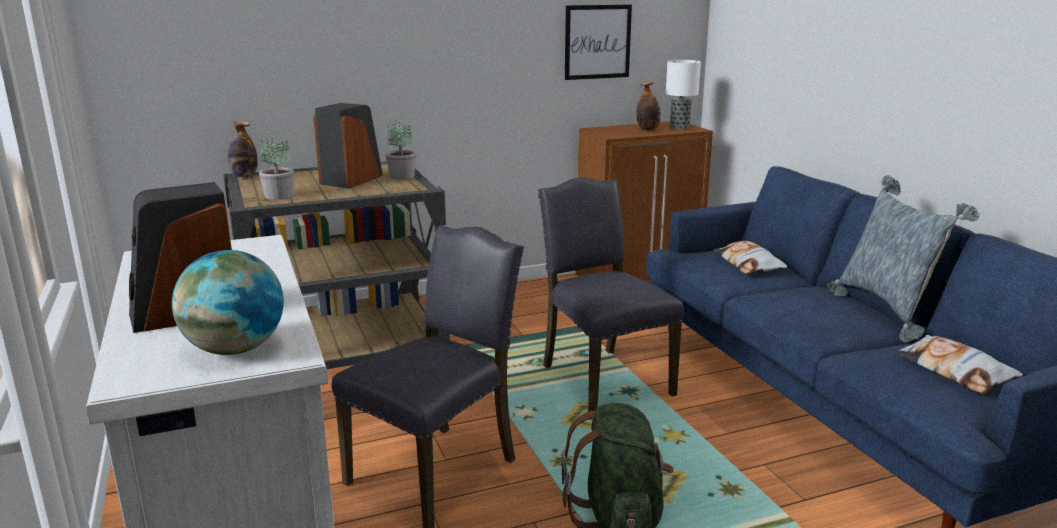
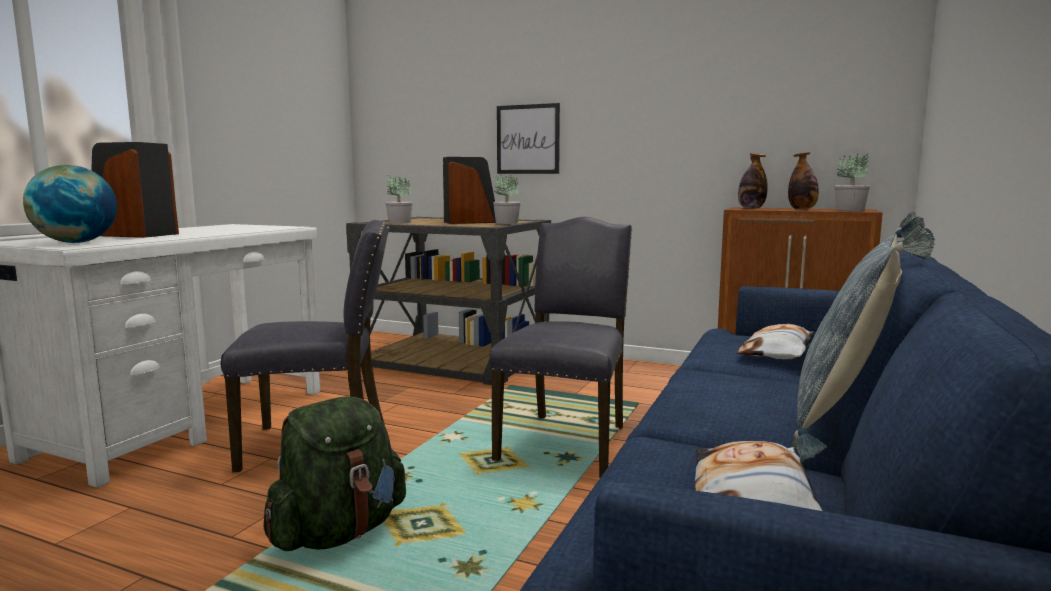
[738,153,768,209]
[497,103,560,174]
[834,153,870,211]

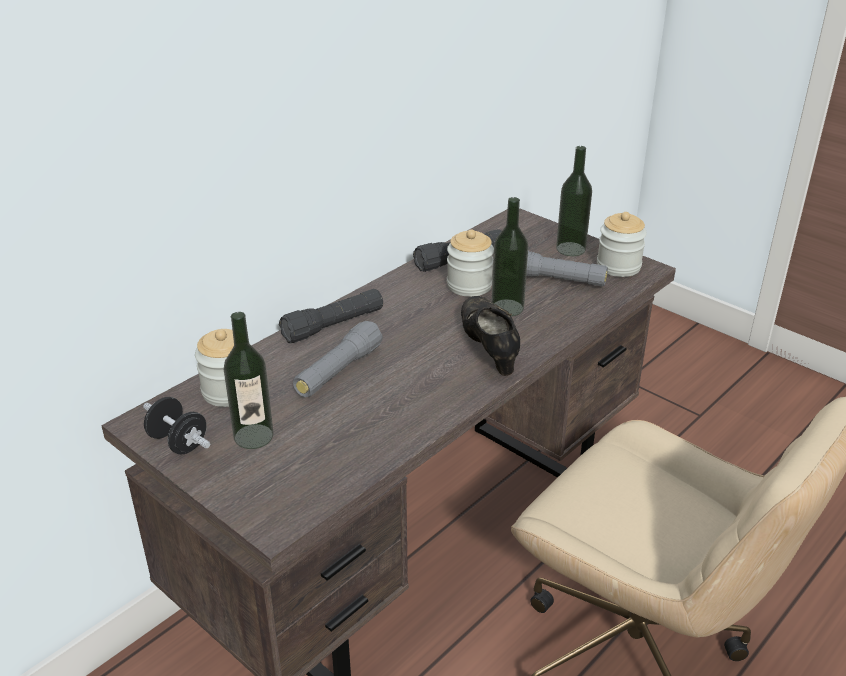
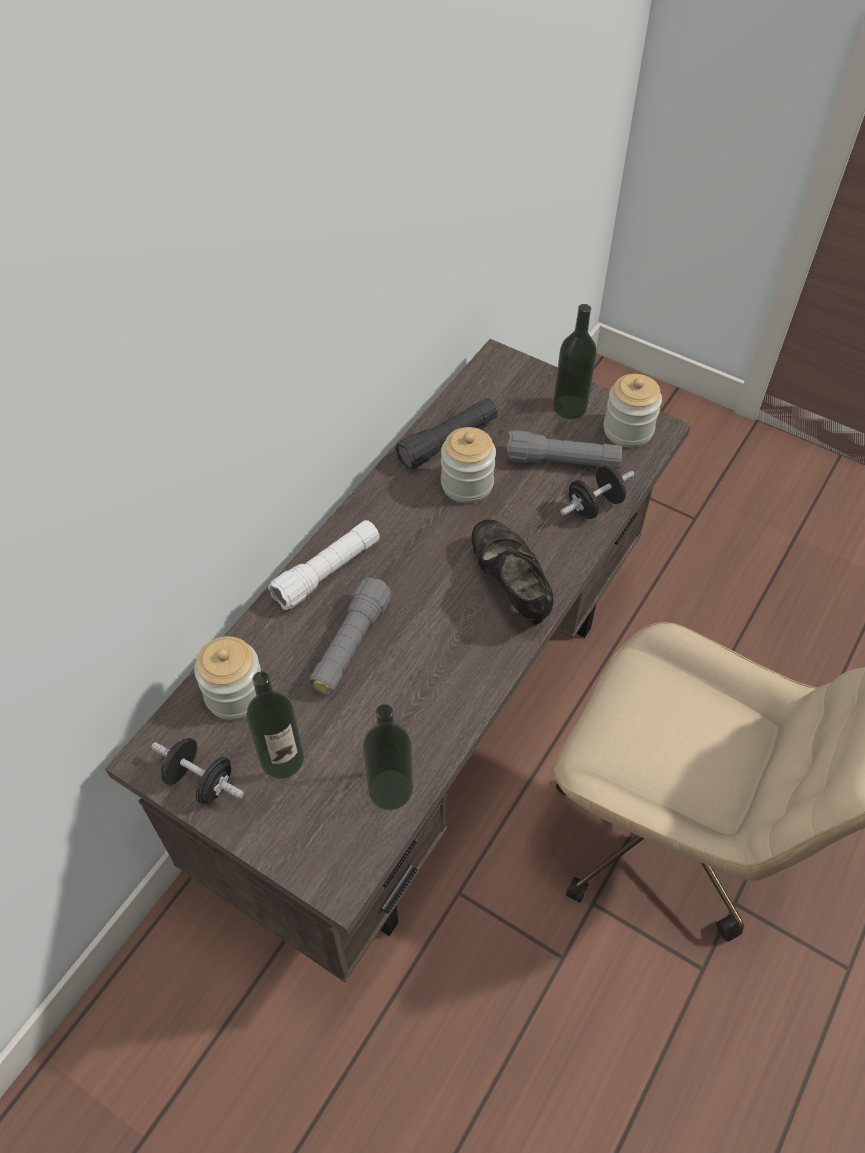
[560,465,635,519]
[363,704,413,810]
[268,520,380,610]

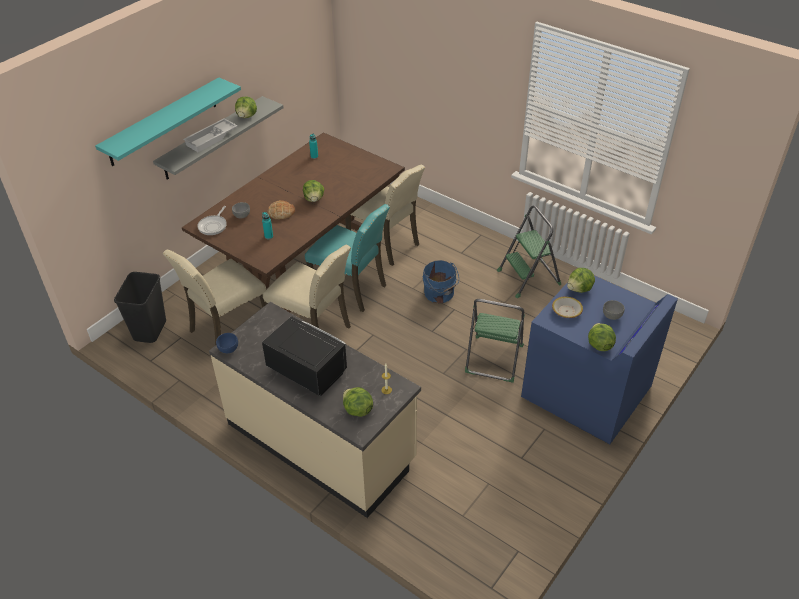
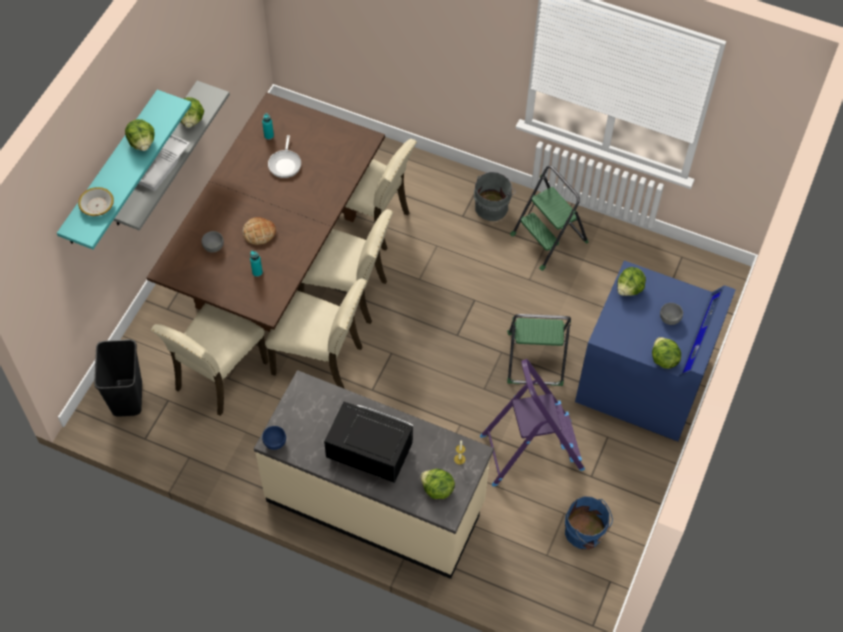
[474,172,515,221]
[480,359,585,486]
[268,135,301,178]
[125,119,155,151]
[565,496,613,550]
[78,187,114,216]
[297,209,393,324]

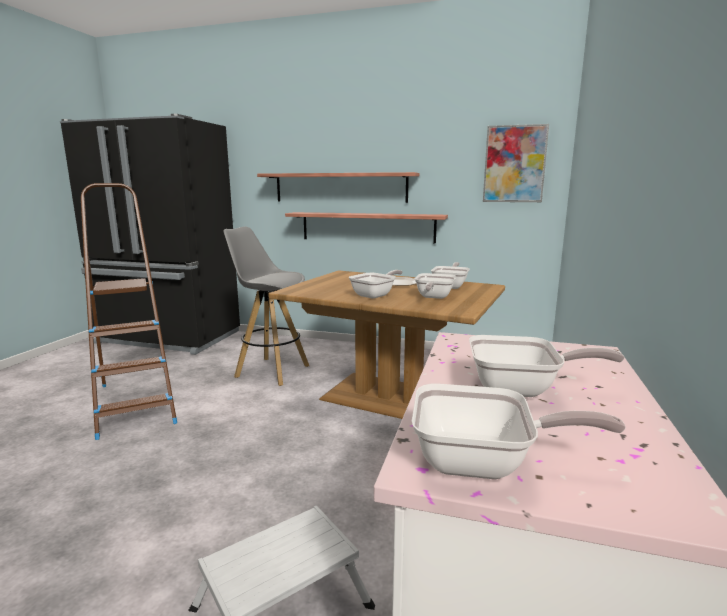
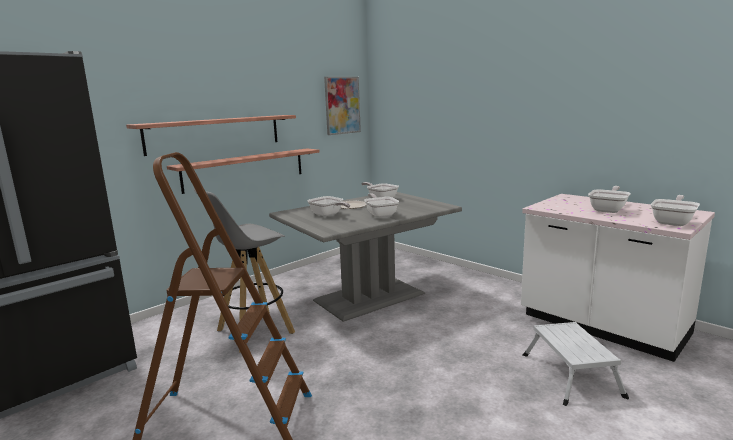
[307,196,350,216]
[269,192,462,322]

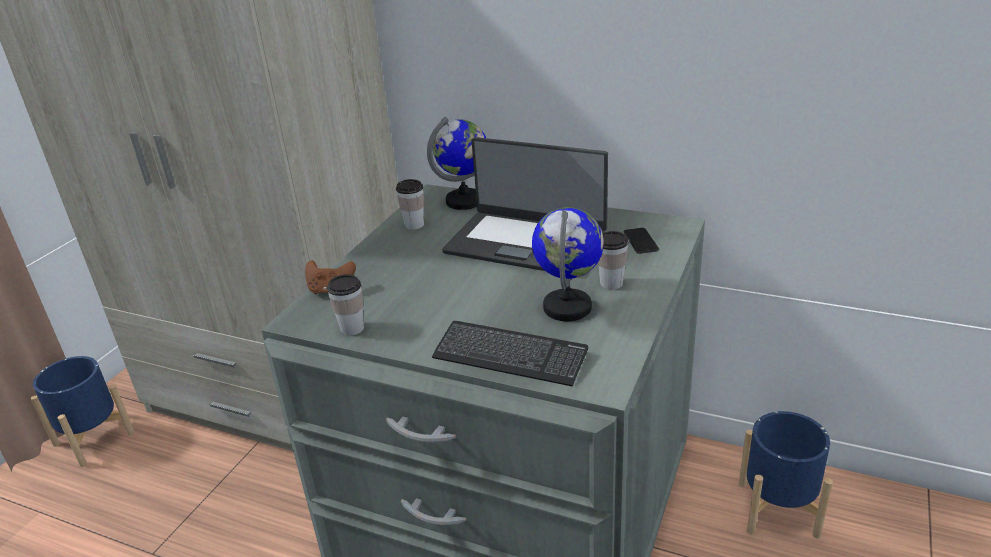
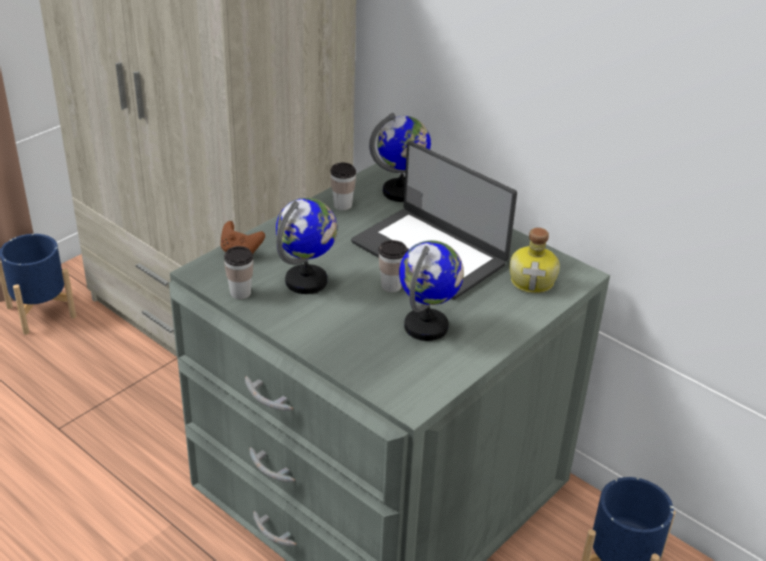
[432,321,588,387] (first image)
[276,198,337,294]
[378,240,408,292]
[509,228,560,293]

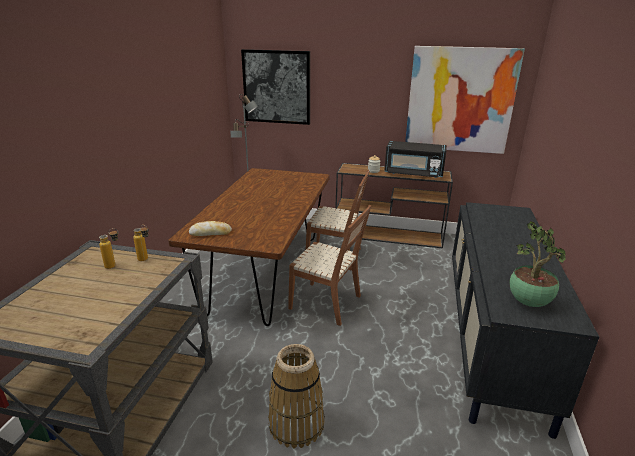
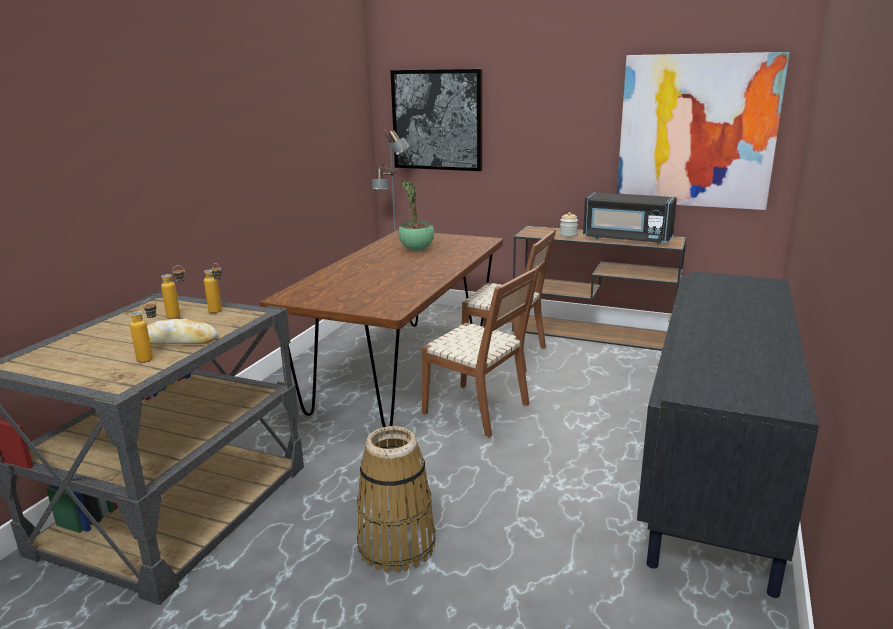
[130,299,157,363]
[147,319,217,344]
[398,180,434,251]

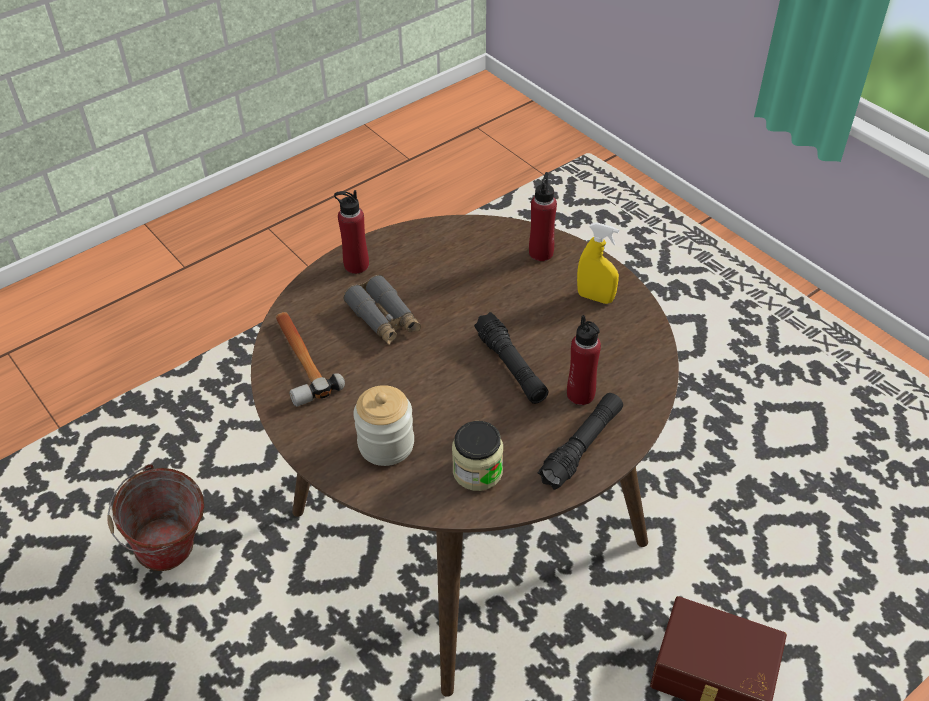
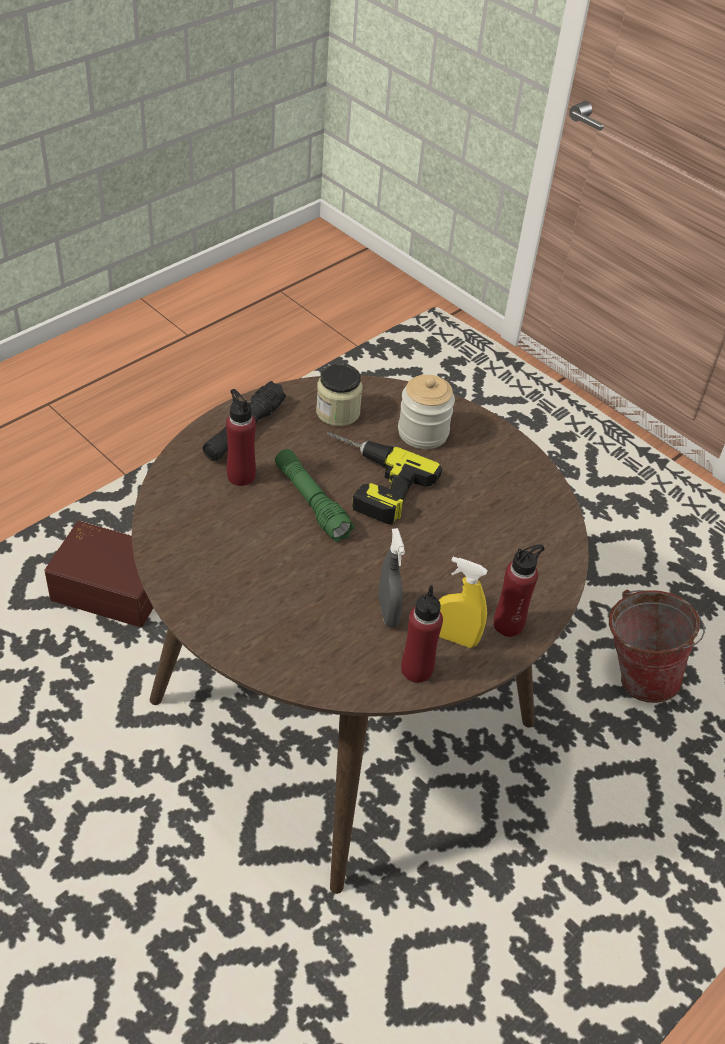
[275,312,345,407] (first image)
[343,275,421,345] (first image)
[327,432,442,525]
[378,528,405,628]
[401,585,443,683]
[439,557,488,648]
[275,449,355,542]

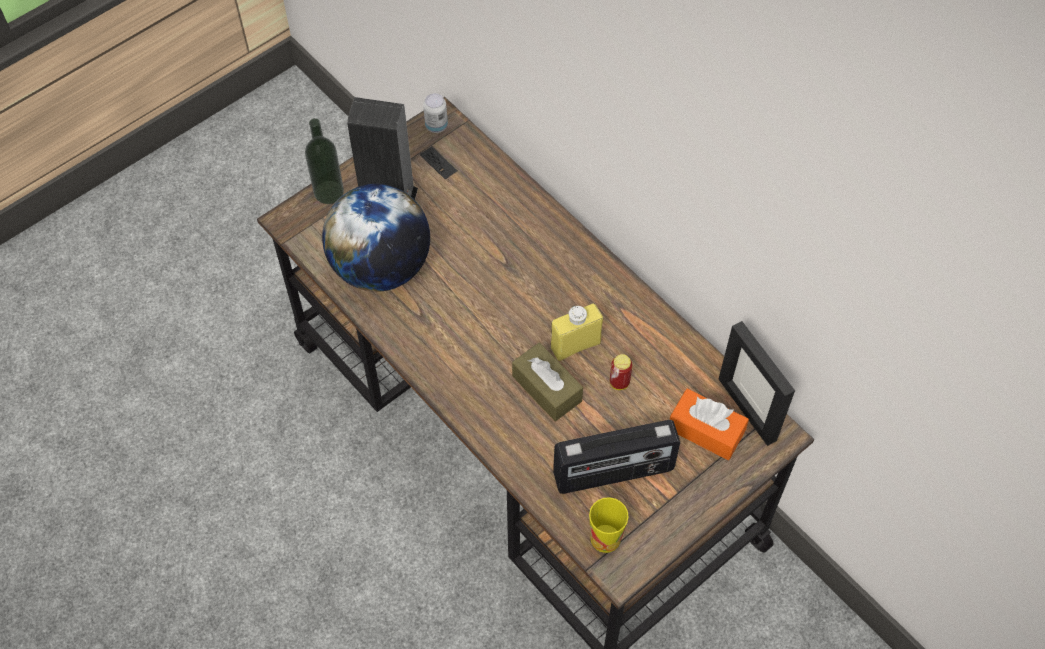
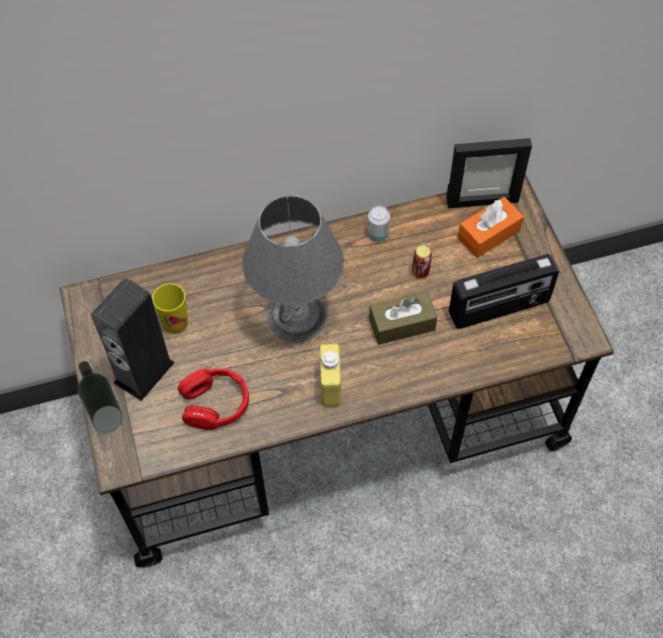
[242,195,344,343]
[367,206,390,242]
[320,344,341,407]
[152,283,188,334]
[177,369,249,430]
[449,254,559,329]

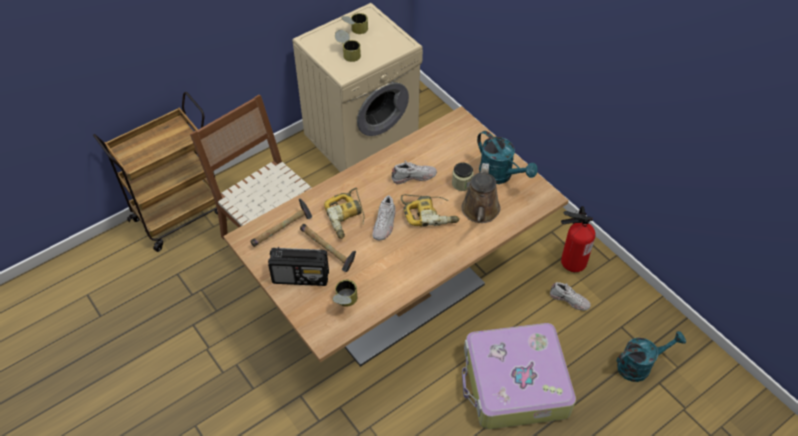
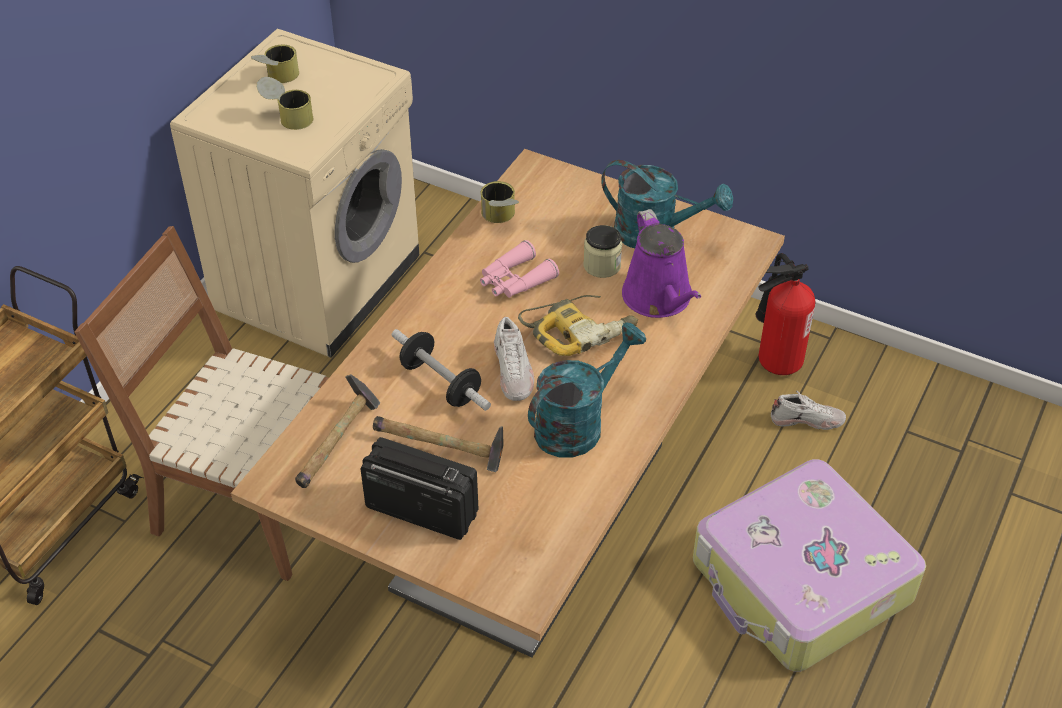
[481,181,519,223]
[528,322,646,458]
[392,329,491,411]
[480,240,559,298]
[622,209,701,318]
[360,437,478,540]

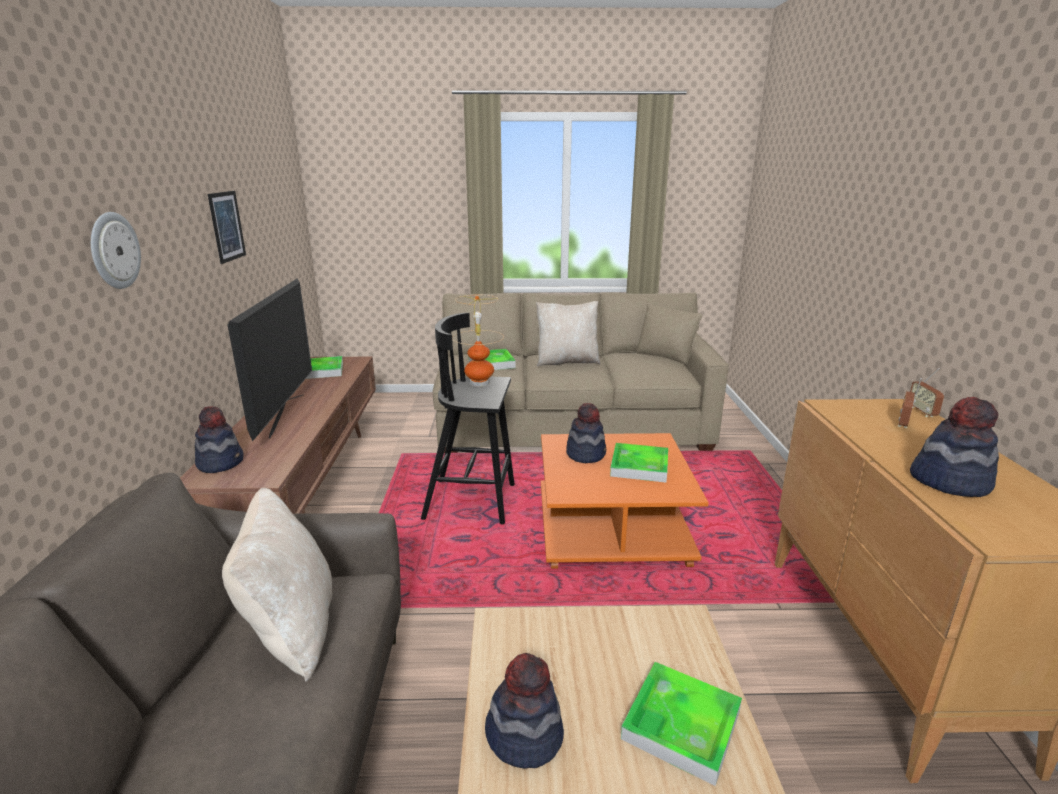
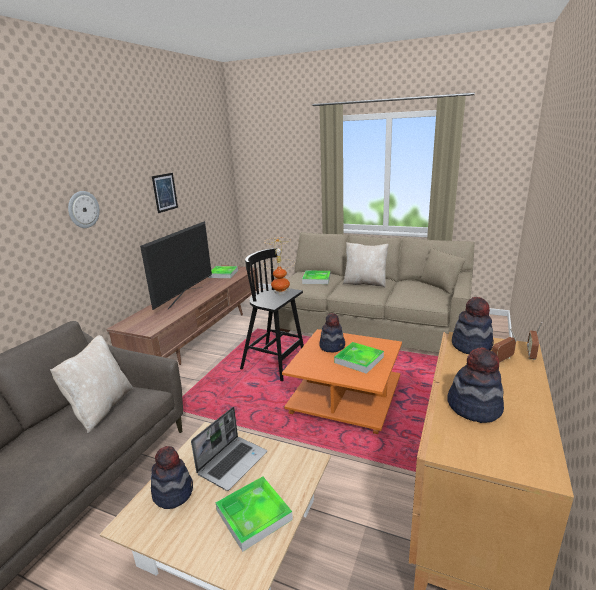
[191,407,267,491]
[452,297,494,354]

